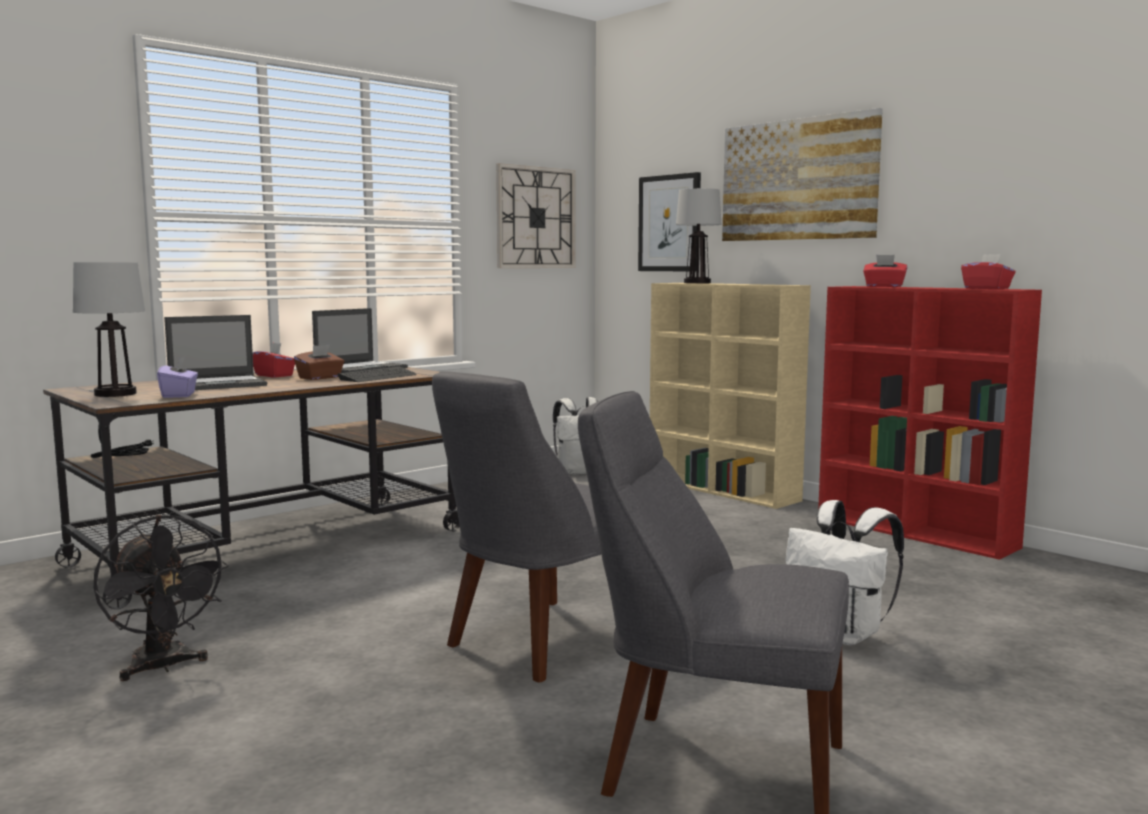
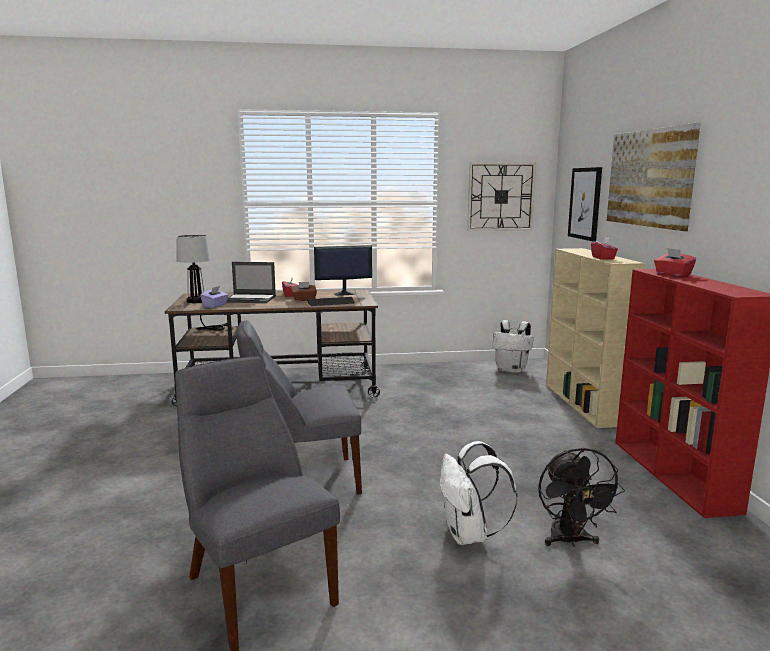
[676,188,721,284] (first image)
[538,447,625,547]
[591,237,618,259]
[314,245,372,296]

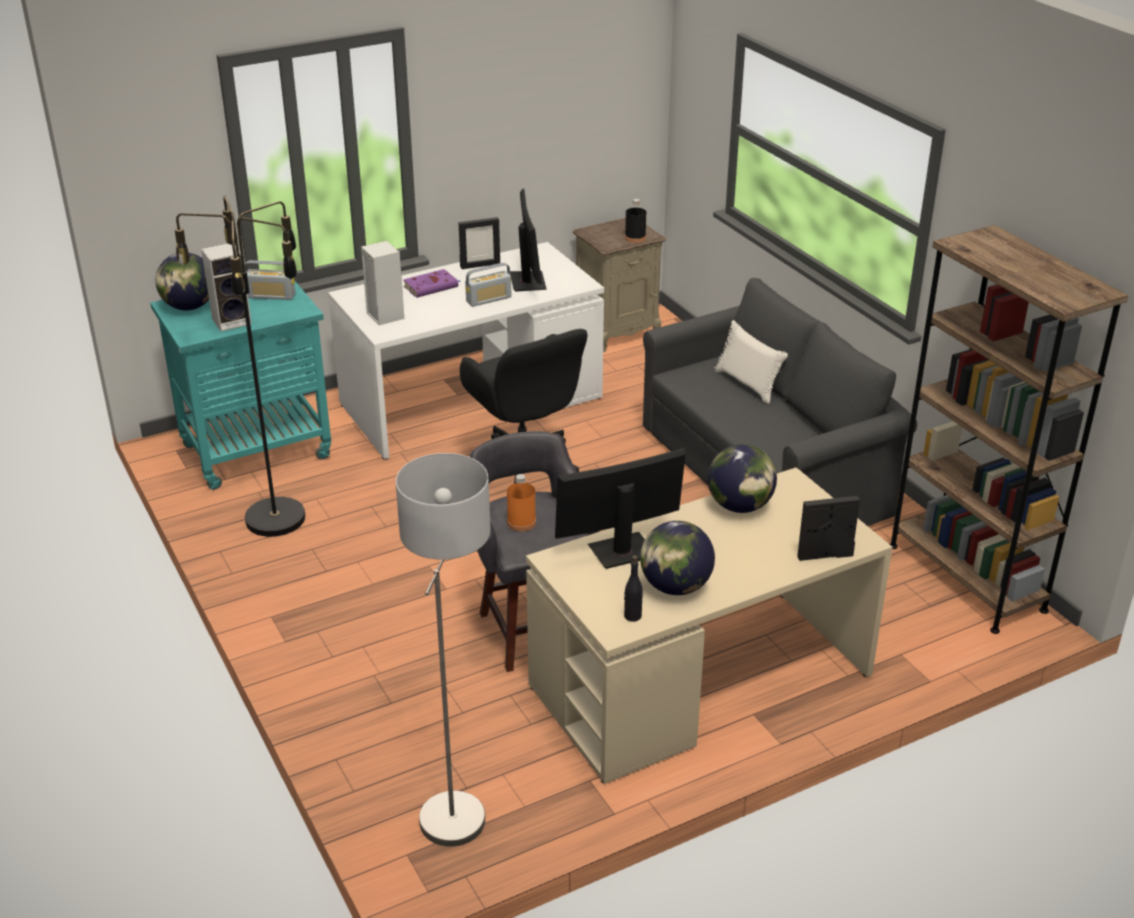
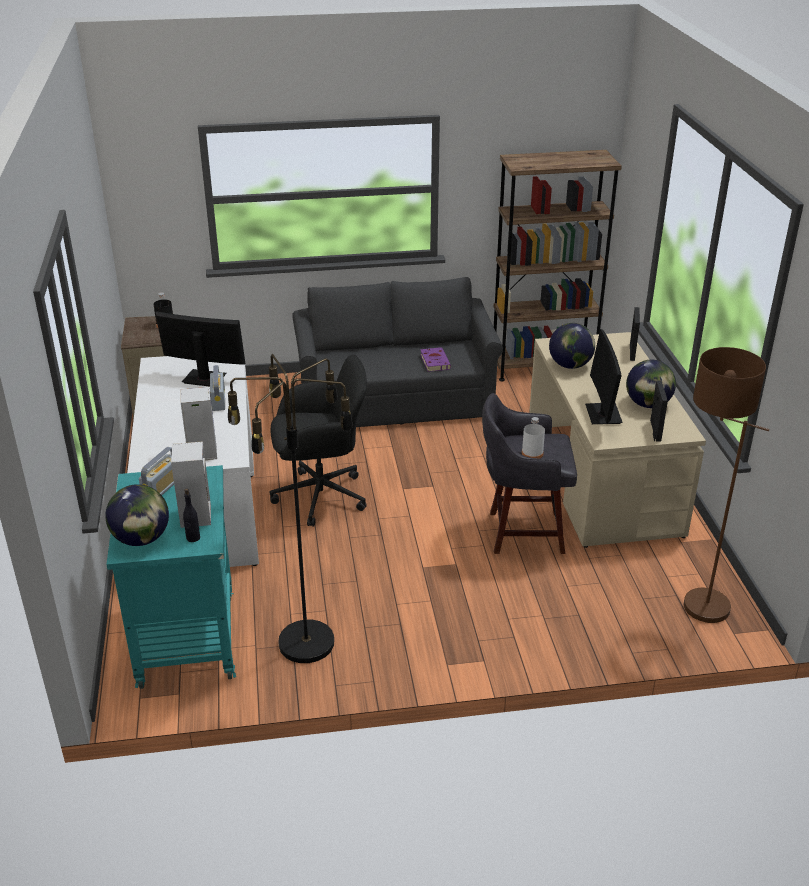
[714,320,788,404] (first image)
[420,347,451,372]
[650,380,668,442]
[183,488,200,542]
[684,347,769,623]
[522,417,545,458]

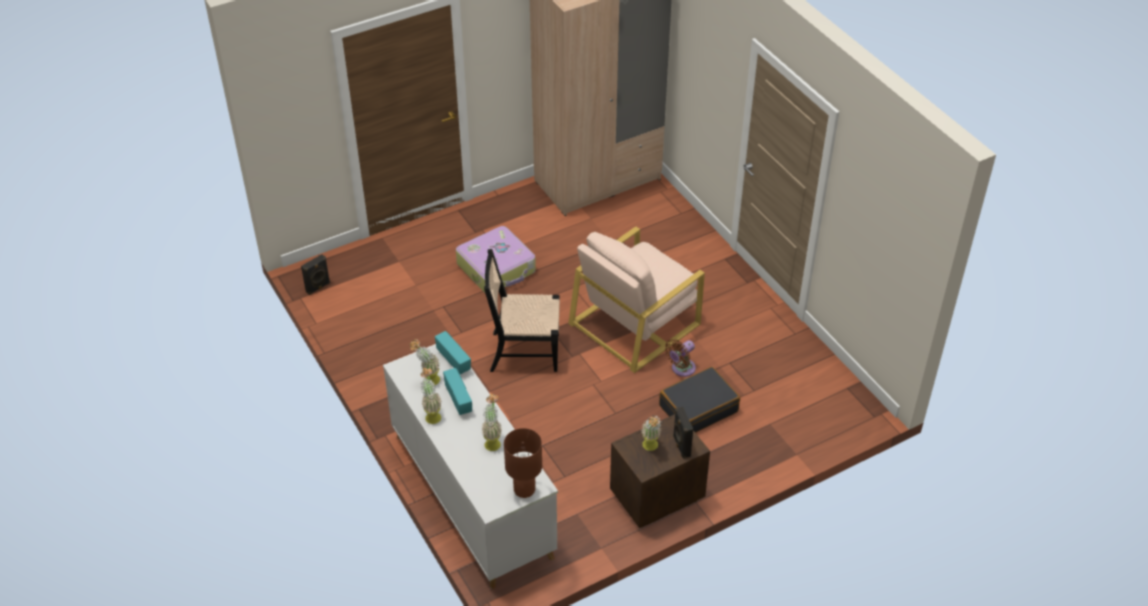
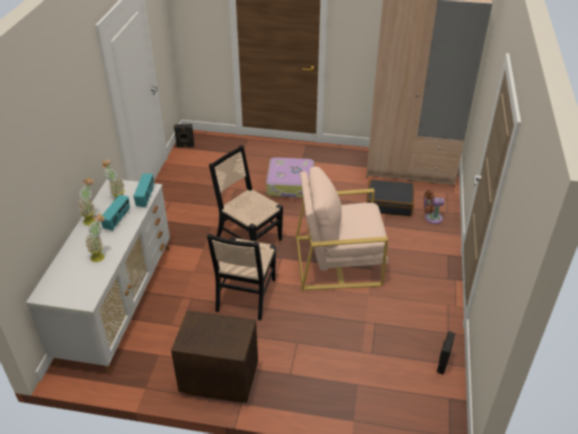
[504,428,542,498] (first image)
[641,415,662,451] (first image)
[207,234,276,321]
[367,179,414,216]
[423,190,444,224]
[437,331,455,375]

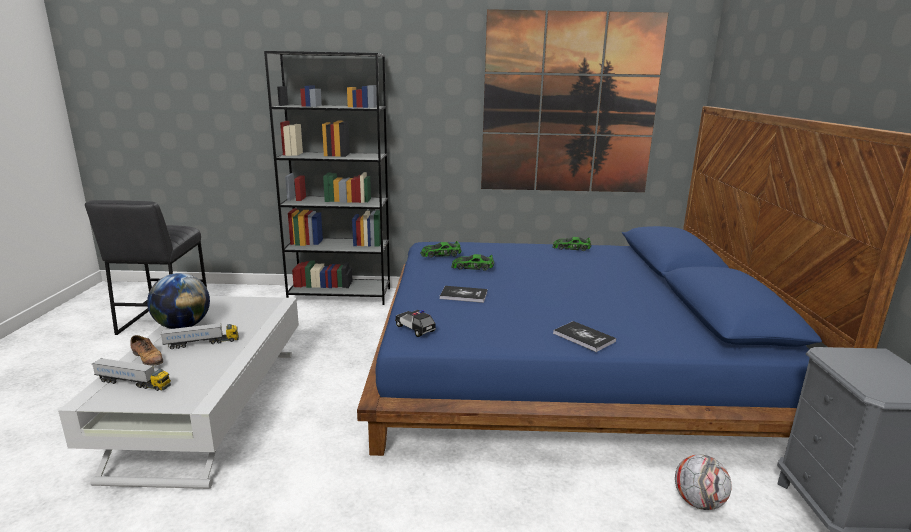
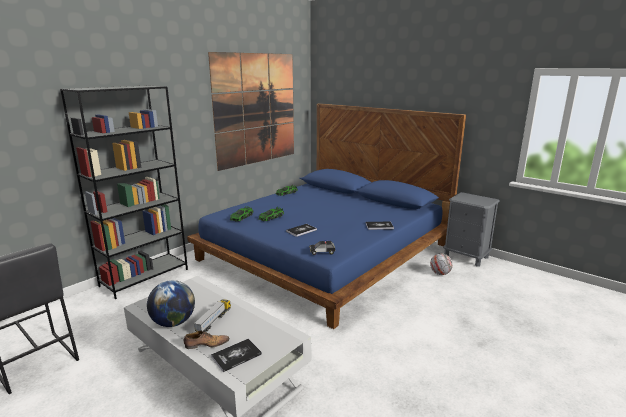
[211,339,262,372]

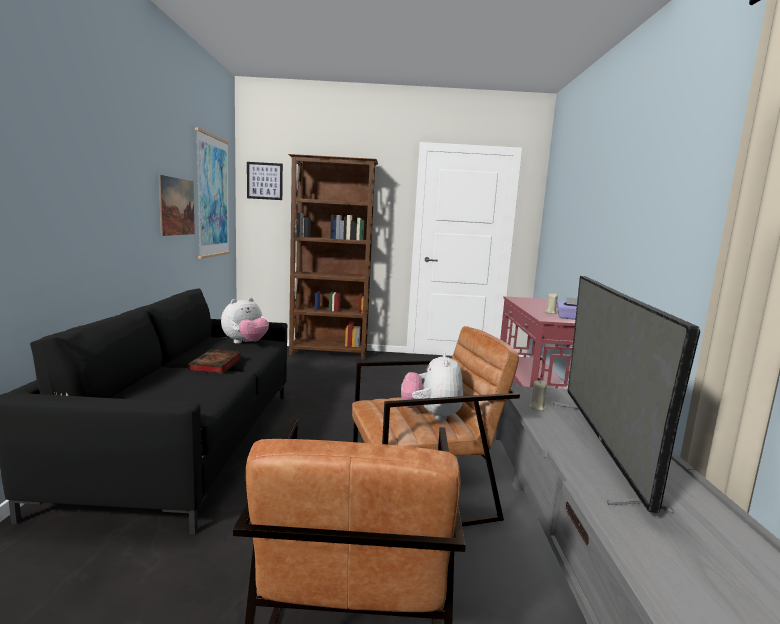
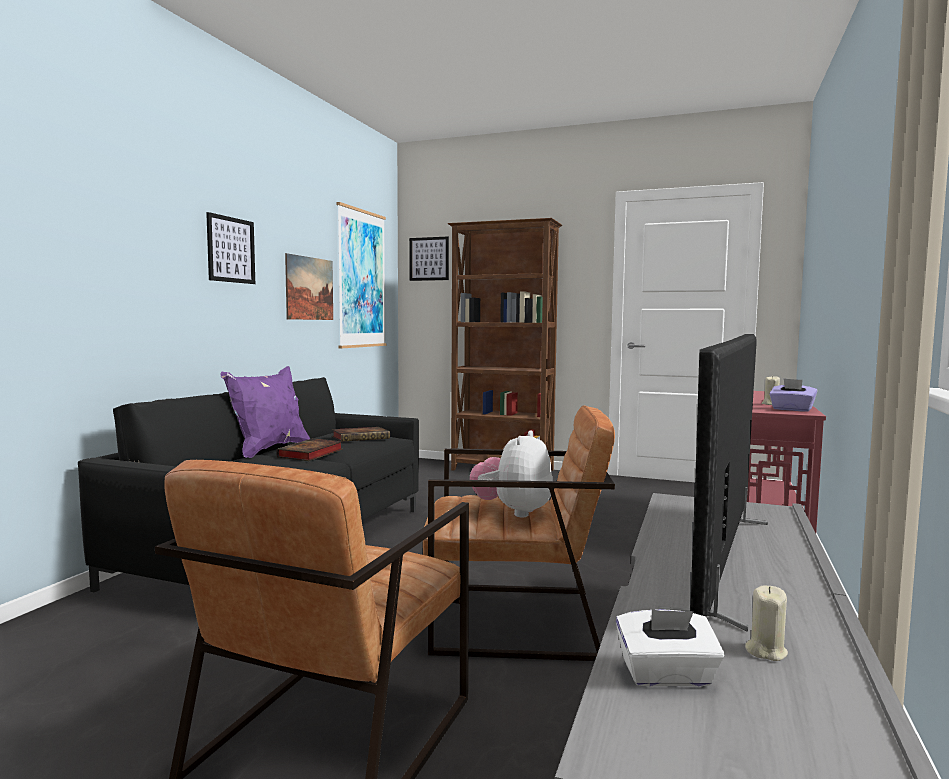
[206,212,255,284]
[221,366,310,458]
[616,609,724,687]
[745,586,788,661]
[332,427,390,441]

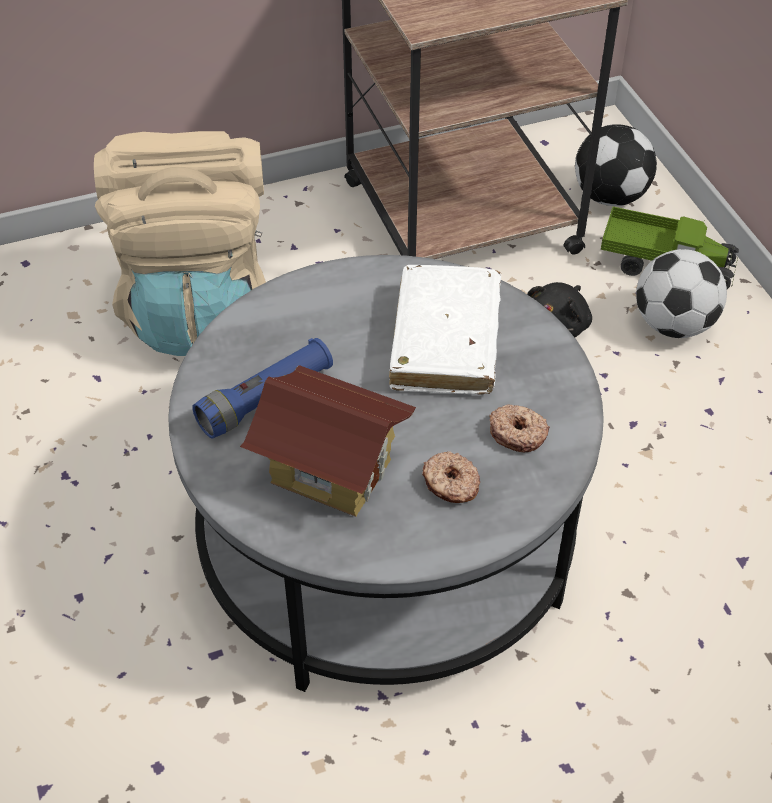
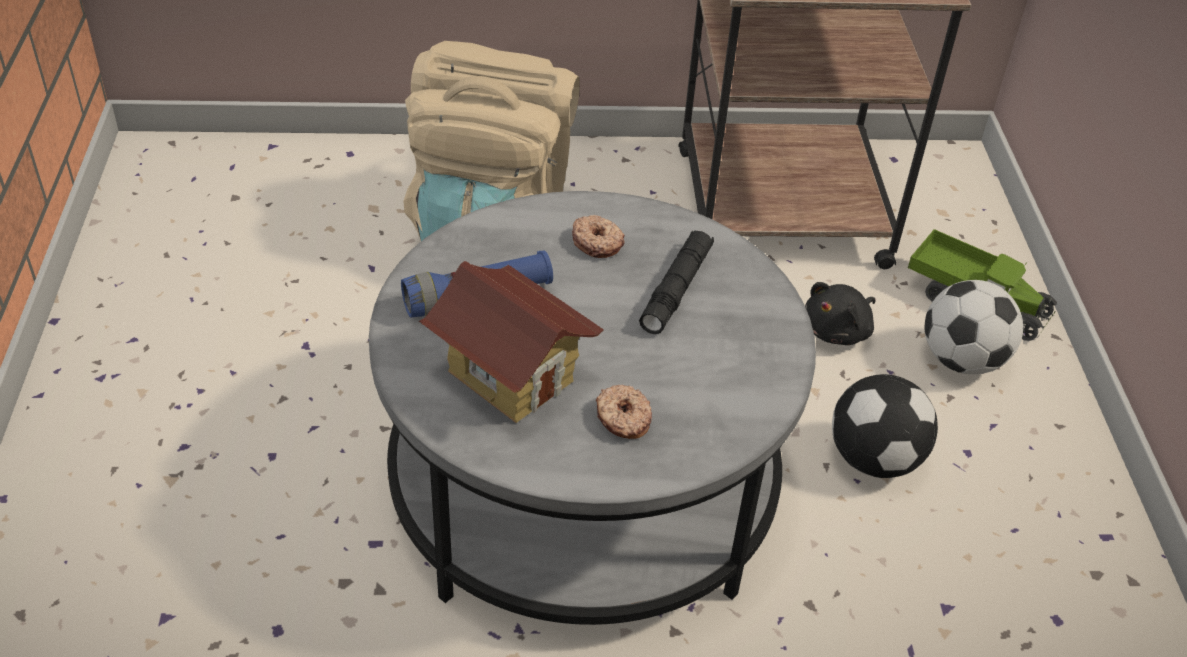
[572,215,625,258]
[832,374,938,478]
[639,231,714,334]

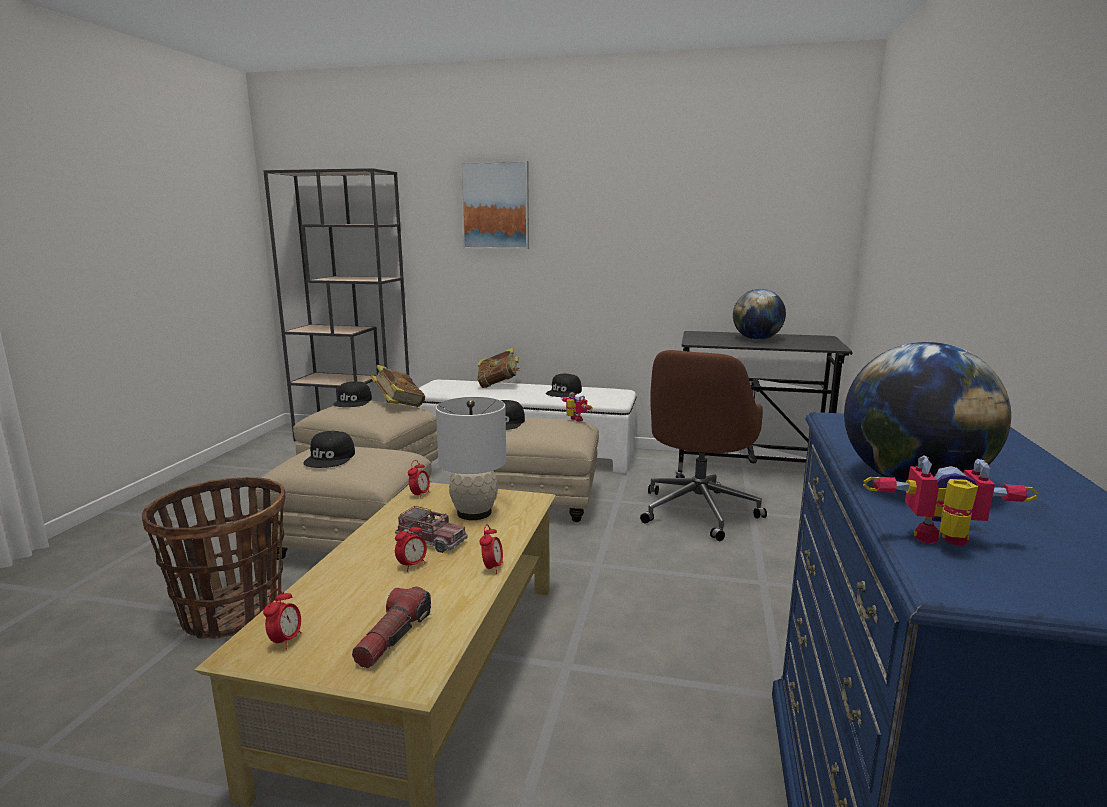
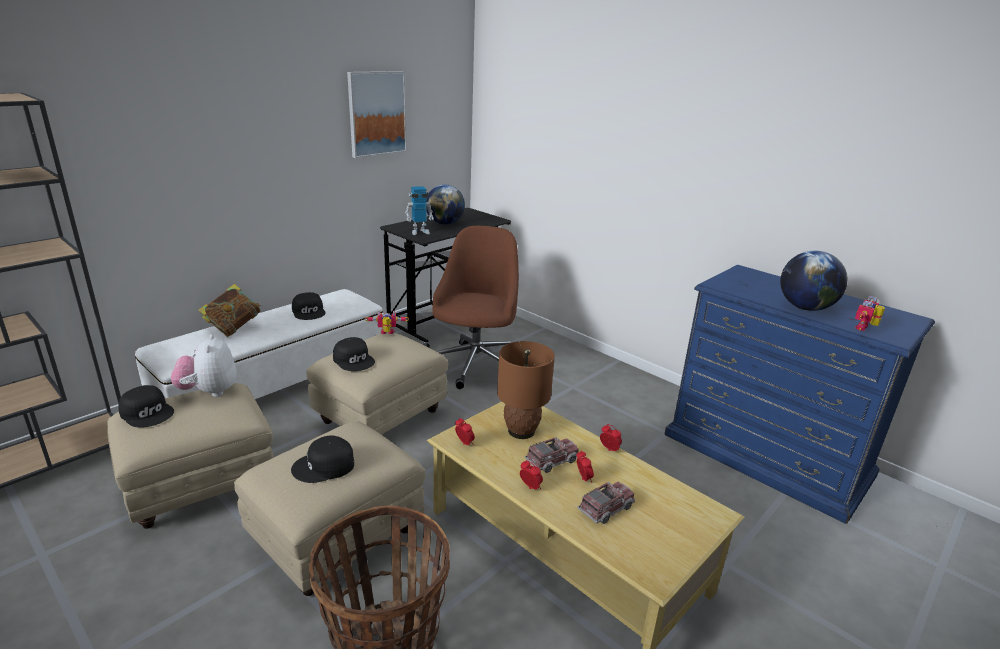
[352,586,431,668] (first image)
[405,186,434,235]
[578,482,635,524]
[520,460,543,489]
[347,71,407,158]
[171,334,237,397]
[497,341,555,439]
[291,435,354,483]
[433,226,519,389]

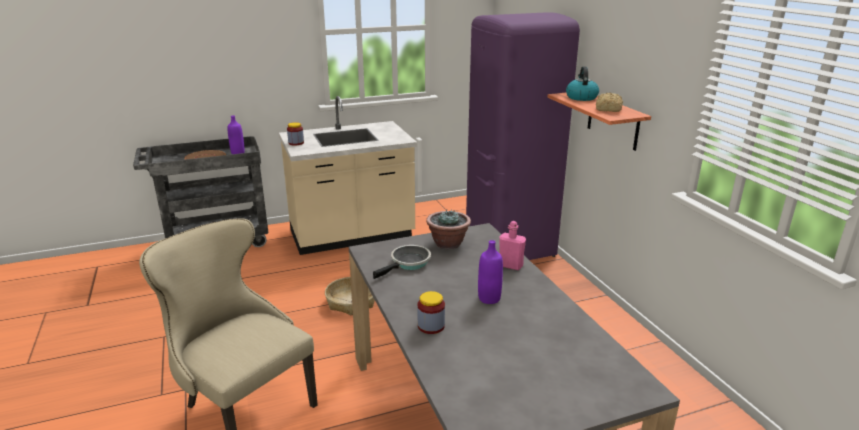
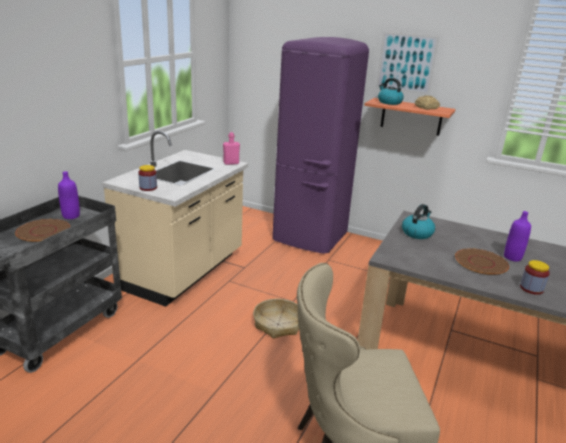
[373,245,431,279] (first image)
[376,32,439,95]
[455,248,509,275]
[223,132,240,165]
[402,204,435,239]

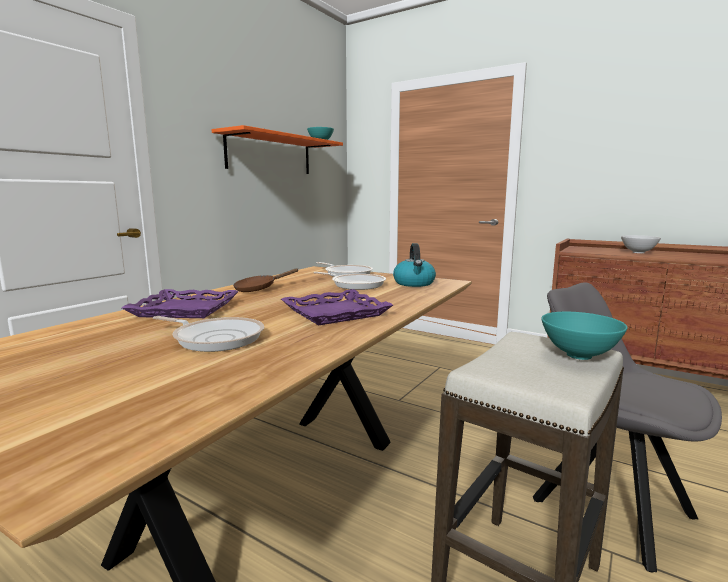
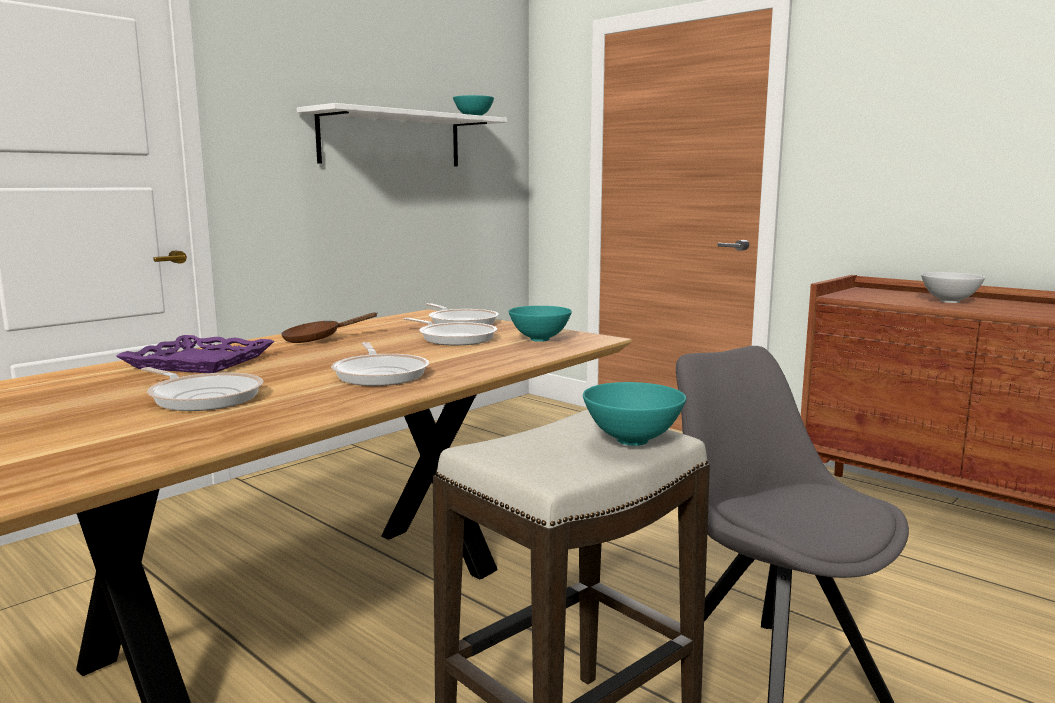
[331,342,429,386]
[508,306,572,342]
[297,103,507,166]

